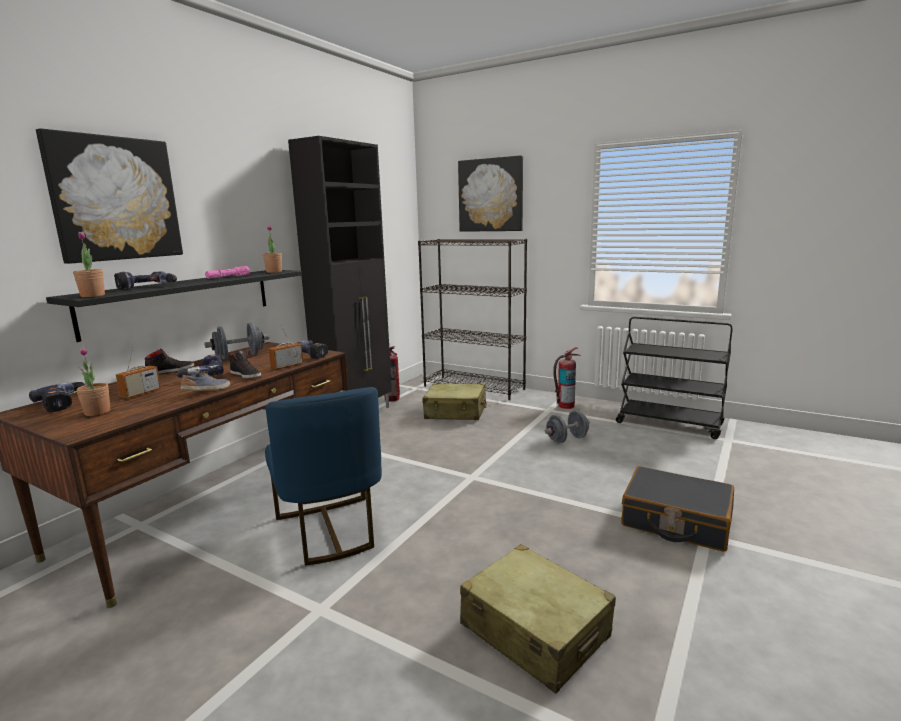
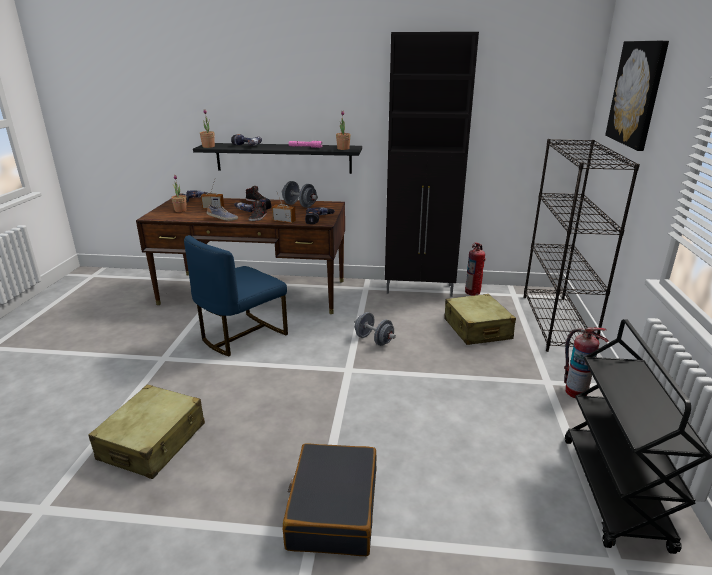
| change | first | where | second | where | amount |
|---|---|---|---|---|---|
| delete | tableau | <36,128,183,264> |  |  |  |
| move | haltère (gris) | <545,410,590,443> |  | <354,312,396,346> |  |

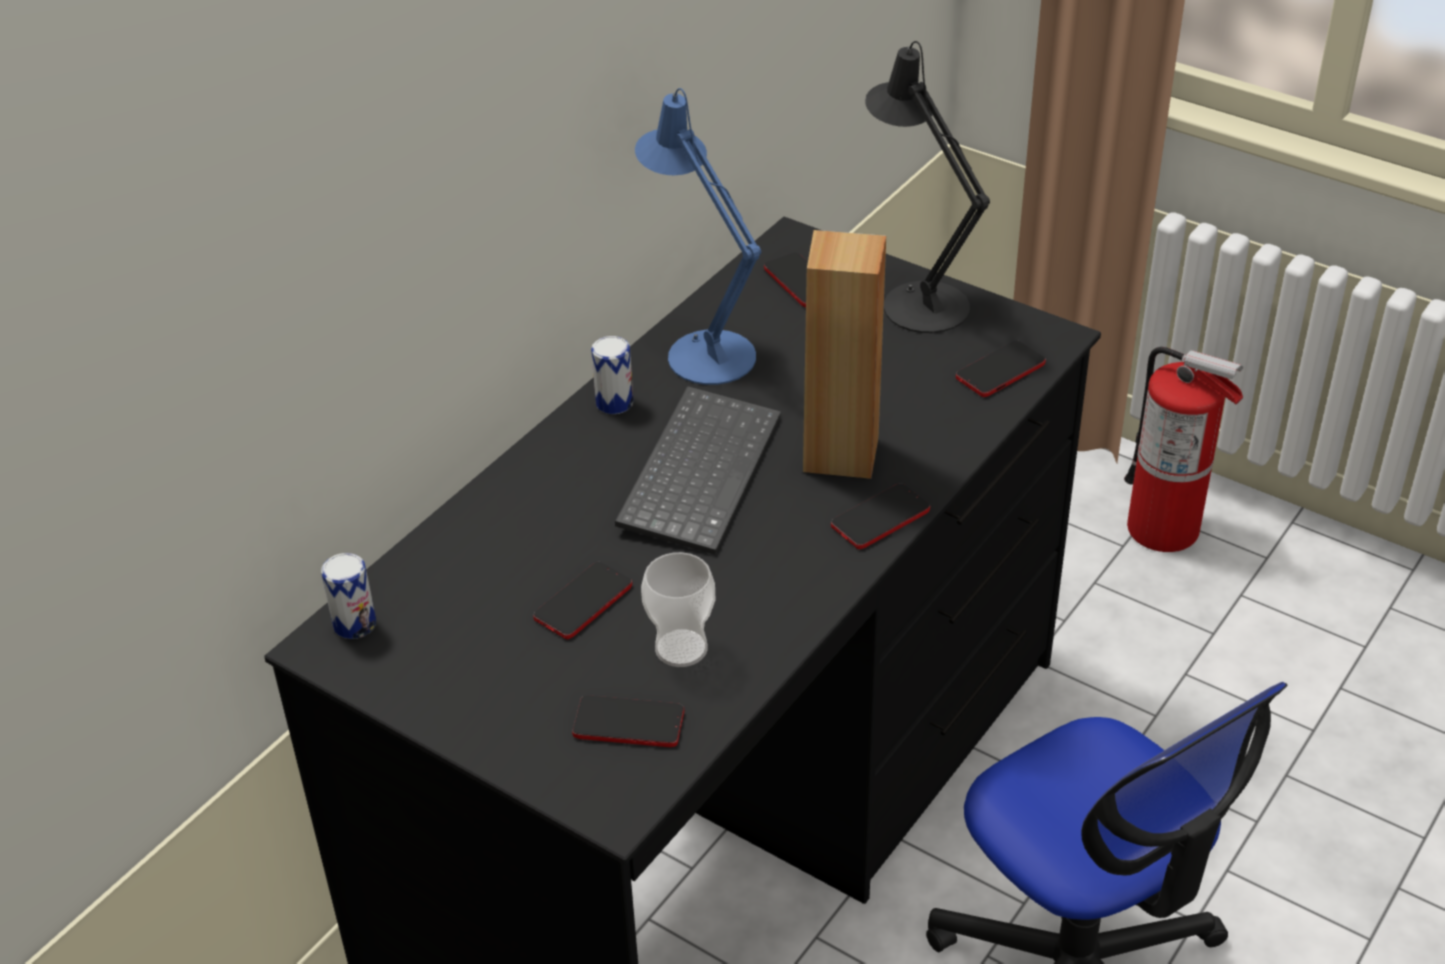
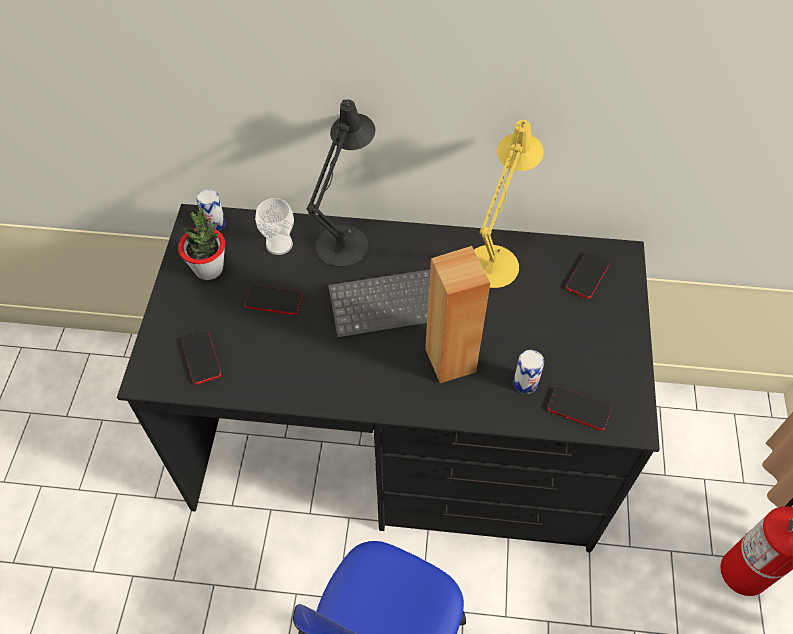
| change | first | where | second | where | amount |
|---|---|---|---|---|---|
| move | boîte métallique | <591,336,634,414> |  | <513,350,544,394> |  |
| recolor | lampe de table (bleu) | <635,88,761,385> | lampe de table (jaune) | <474,120,544,288> |  |
| move | tasse | <641,552,715,667> |  | <255,198,294,255> |  |
| delete | téléphone | <831,483,930,549> |  |  |  |
| move | lampe de table (noir) | <865,41,990,333> |  | <307,99,375,267> |  |
| insert |  |  | plante en pot | <178,207,225,280> |  |

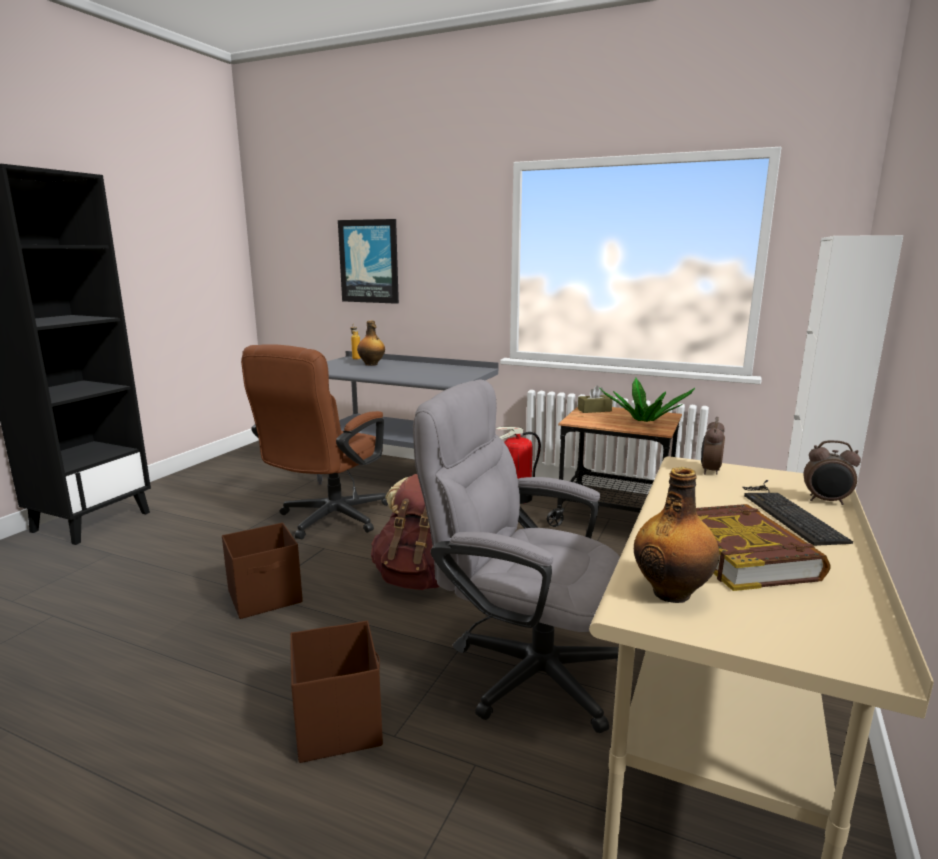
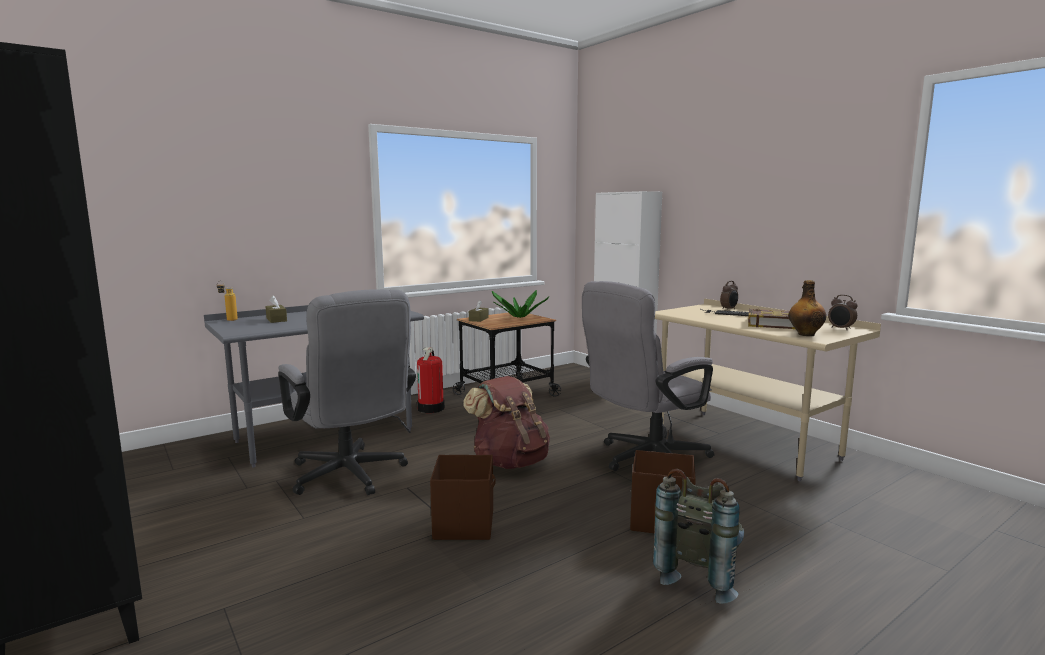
| change | first | where | second | where | amount |
|---|---|---|---|---|---|
| recolor | chaise de bureau (marron) | <241,344,388,539> | chaise de bureau (gris) | <278,289,416,495> |  |
| delete | tableau | <338,219,399,304> |  |  |  |
| replace | bouteille | <357,321,385,366> | boîte à mouchoirs (marron) | <265,295,287,323> |  |
| move | réveil | <701,417,725,475> |  | <828,295,858,330> |  |
| insert |  |  | sac à dos (gris) | <653,469,744,604> |  |

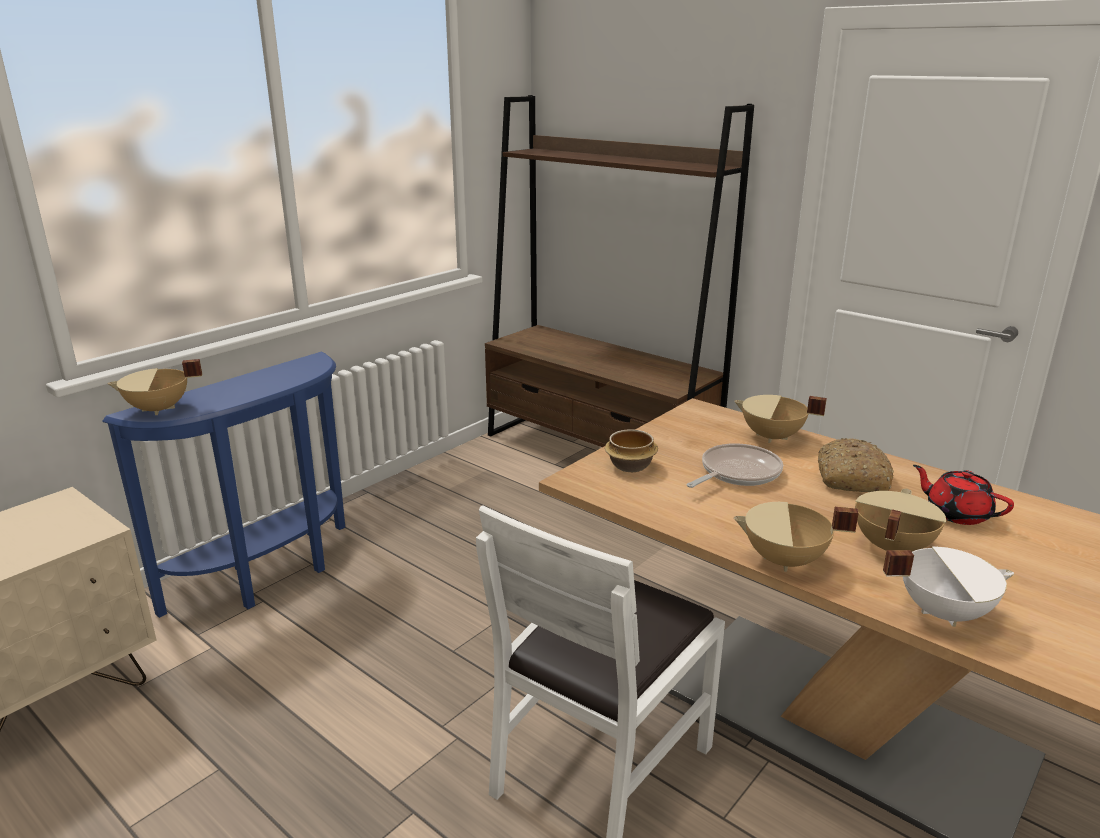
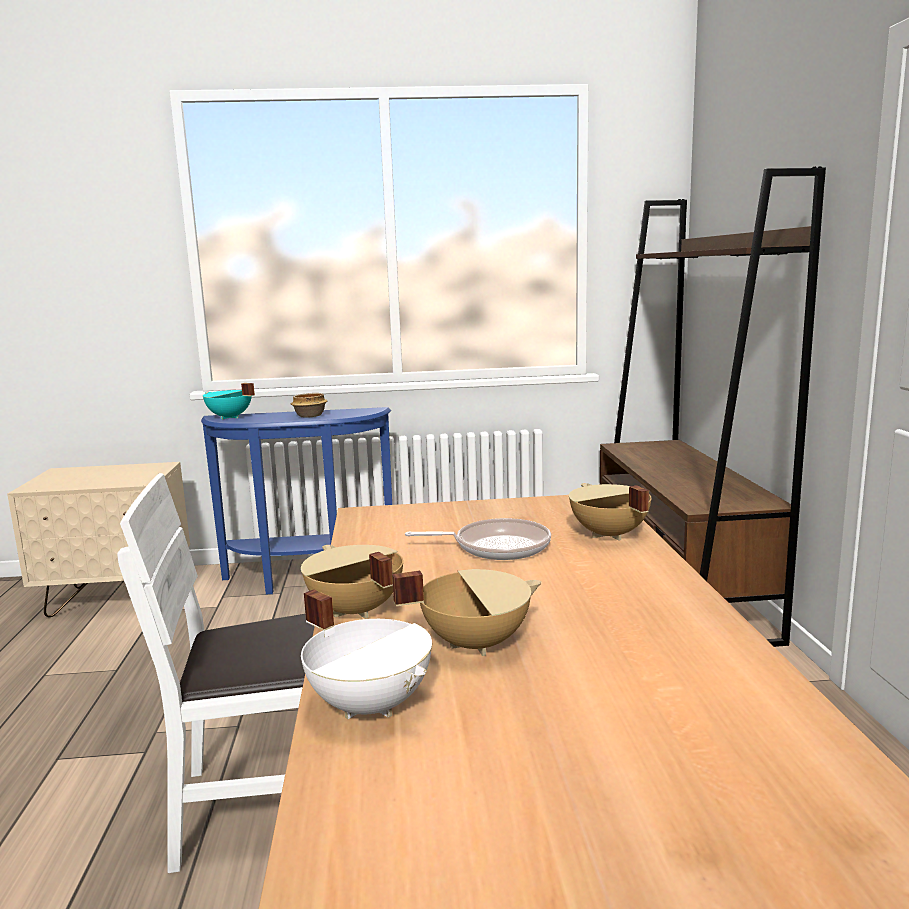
| change | first | where | second | where | amount |
|---|---|---|---|---|---|
| recolor | marmite (beige) | <107,359,202,415> | marmite (turquoise) | <203,383,255,420> |  |
| move | bol | <605,429,658,472> |  | <291,393,327,418> |  |
| delete | pain | <818,438,894,492> |  |  |  |
| delete | théière (rouge) | <913,465,1014,525> |  |  |  |

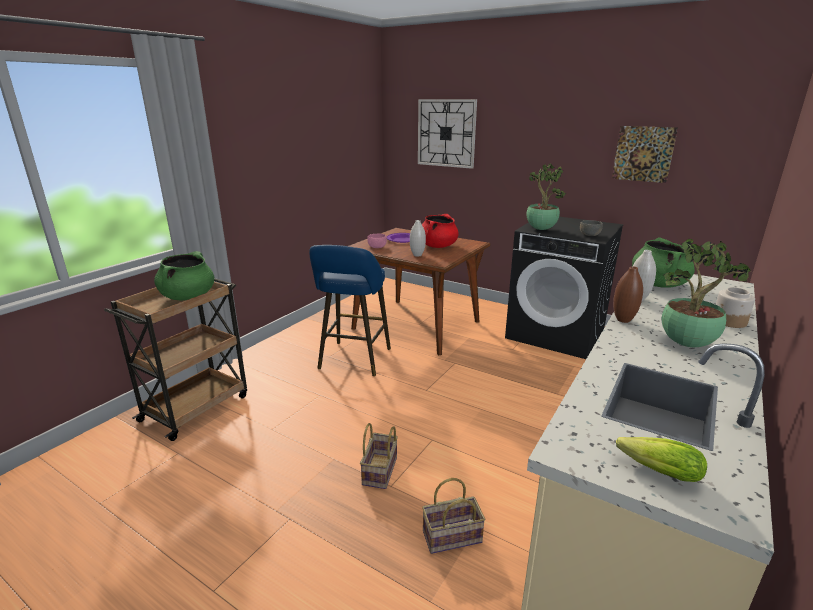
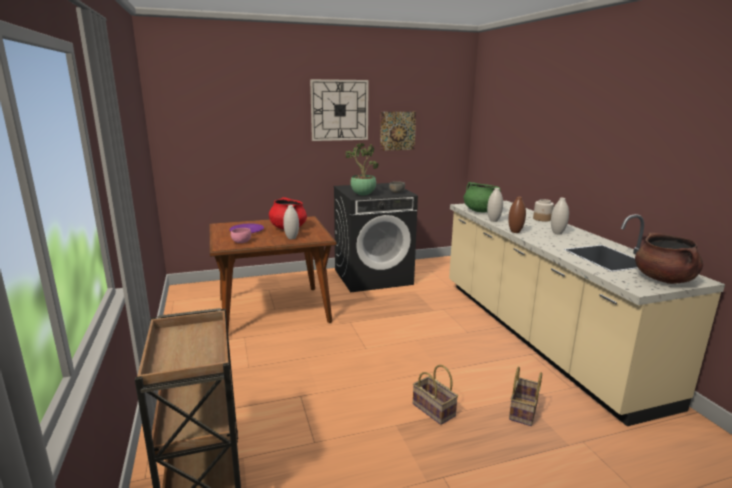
| change | first | where | second | where | amount |
|---|---|---|---|---|---|
| delete | marmite (vert) | <154,251,215,300> |  |  |  |
| delete | tabouret (bleu) | <309,245,391,376> |  |  |  |
| move | horloge murale | <418,99,477,169> |  | <310,79,369,141> |  |
| replace | laitue | <616,437,707,482> | marmite (marron) | <635,233,703,284> |  |
| replace | plante en pot | <661,239,751,347> | vase (blanc) | <551,198,569,234> |  |

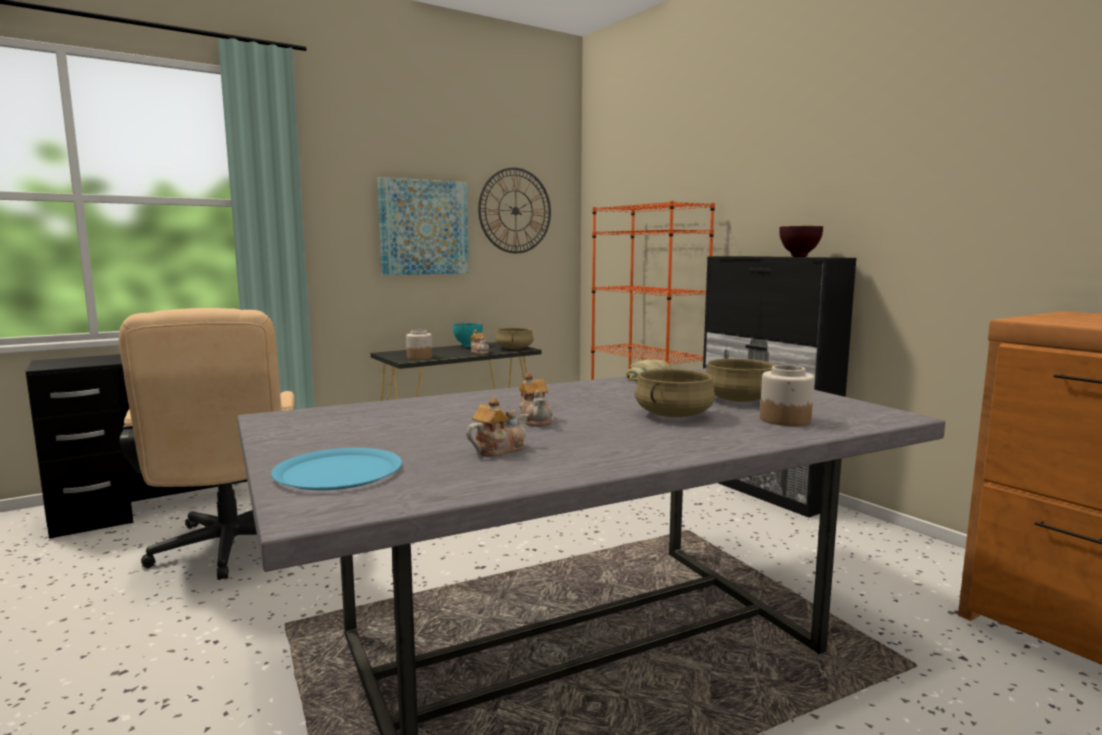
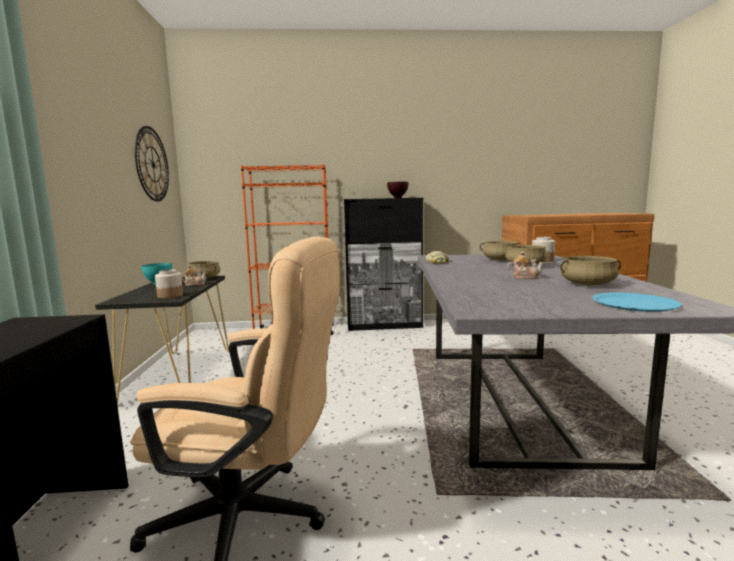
| change | first | where | second | where | amount |
|---|---|---|---|---|---|
| delete | tableau | <378,177,469,275> |  |  |  |
| replace | théière | <466,397,529,457> | marmite (beige) | <560,256,621,285> |  |

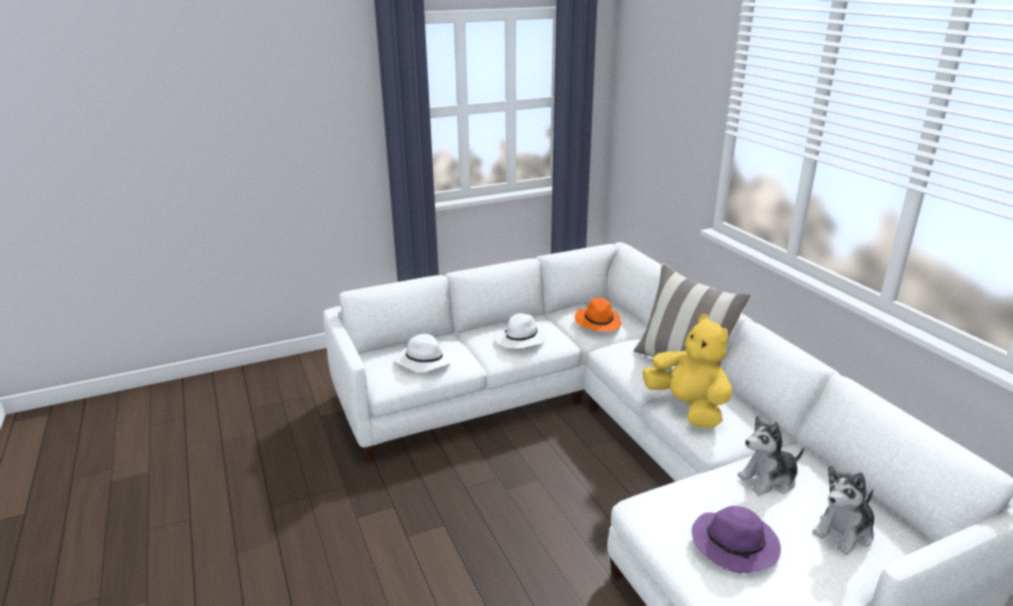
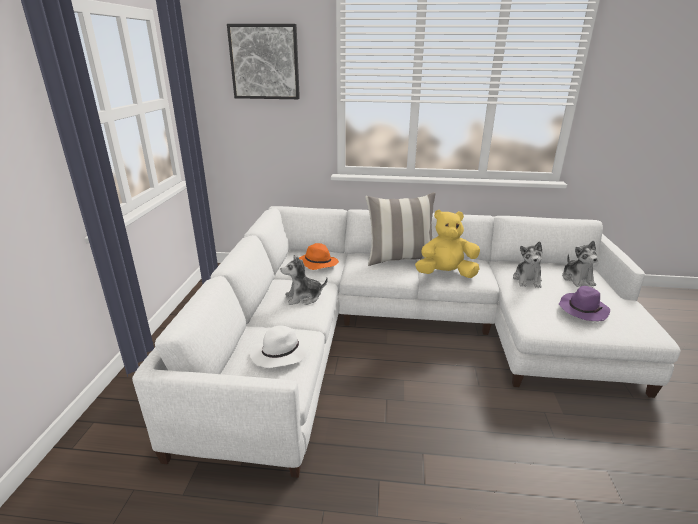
| change | first | where | second | where | amount |
|---|---|---|---|---|---|
| replace | chapeau (blanc) | <495,313,548,349> | peluche | <280,255,328,305> |  |
| insert |  |  | tableau | <227,24,300,99> |  |

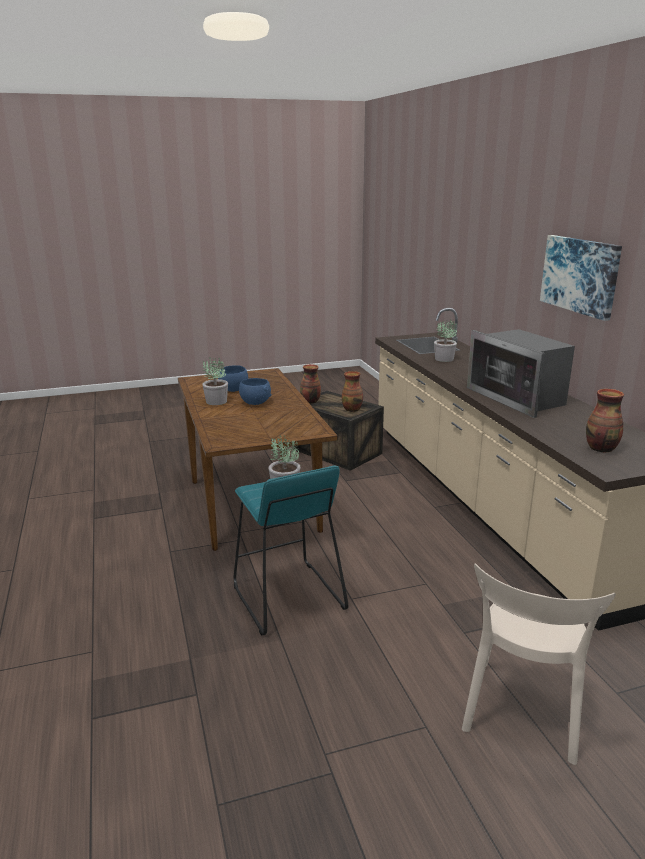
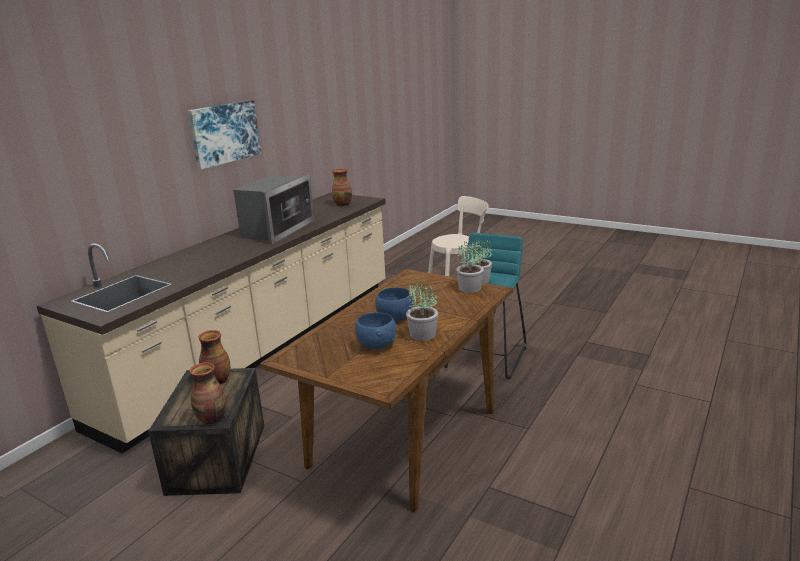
| change | first | where | second | where | amount |
|---|---|---|---|---|---|
| move | plante en pot | <434,319,457,362> |  | <456,240,484,293> |  |

